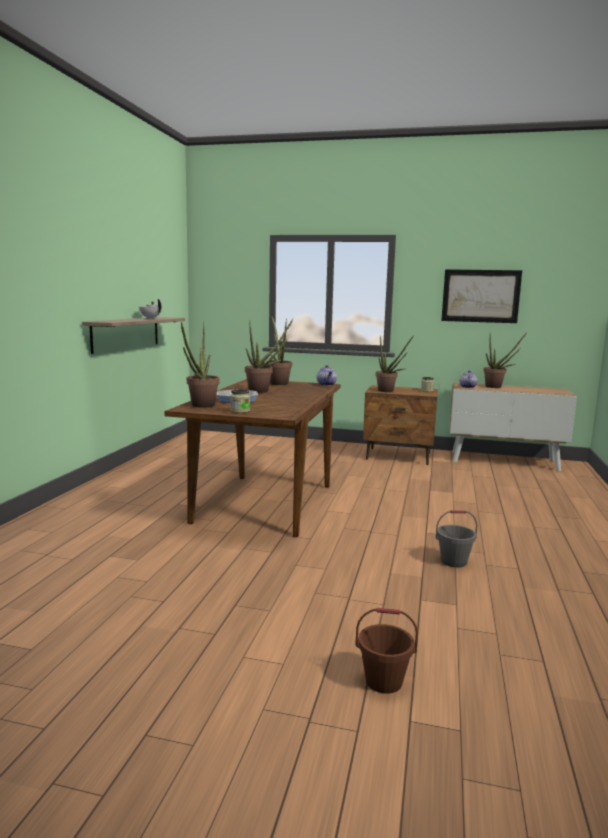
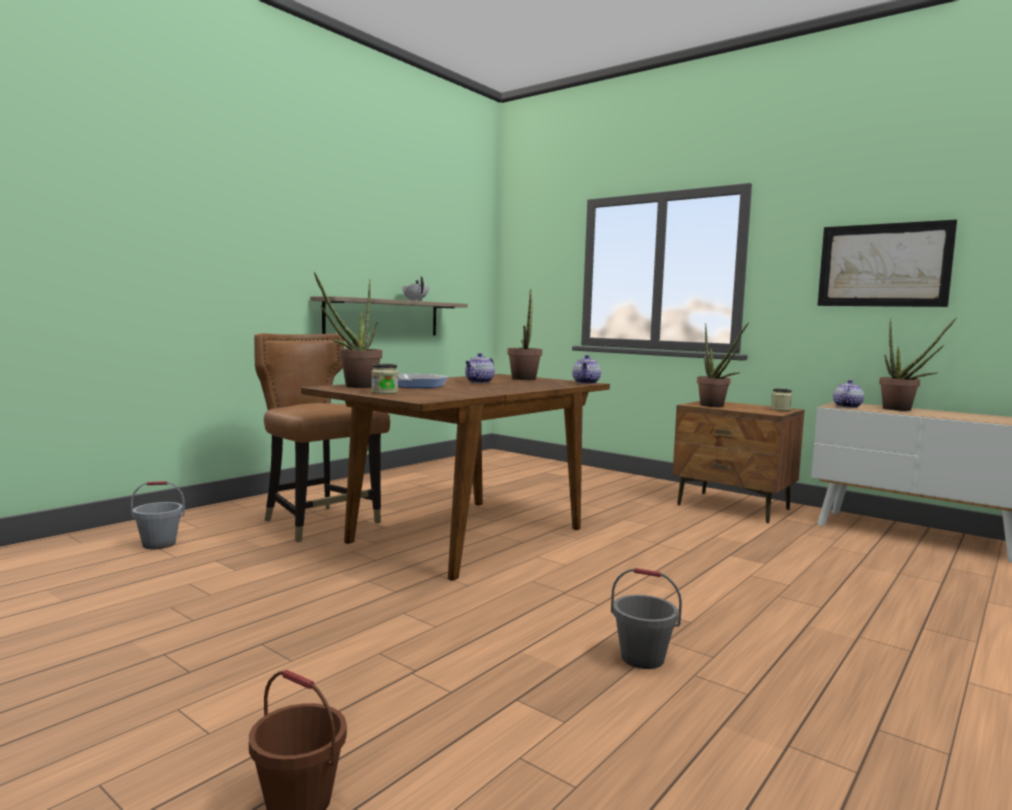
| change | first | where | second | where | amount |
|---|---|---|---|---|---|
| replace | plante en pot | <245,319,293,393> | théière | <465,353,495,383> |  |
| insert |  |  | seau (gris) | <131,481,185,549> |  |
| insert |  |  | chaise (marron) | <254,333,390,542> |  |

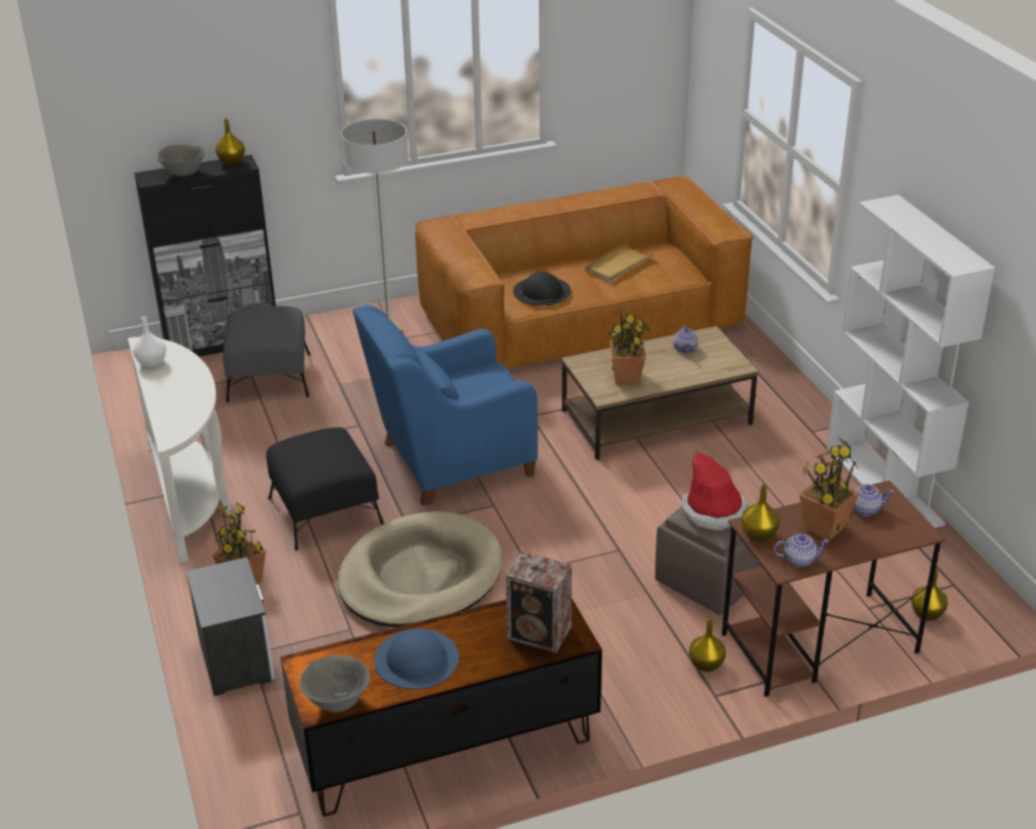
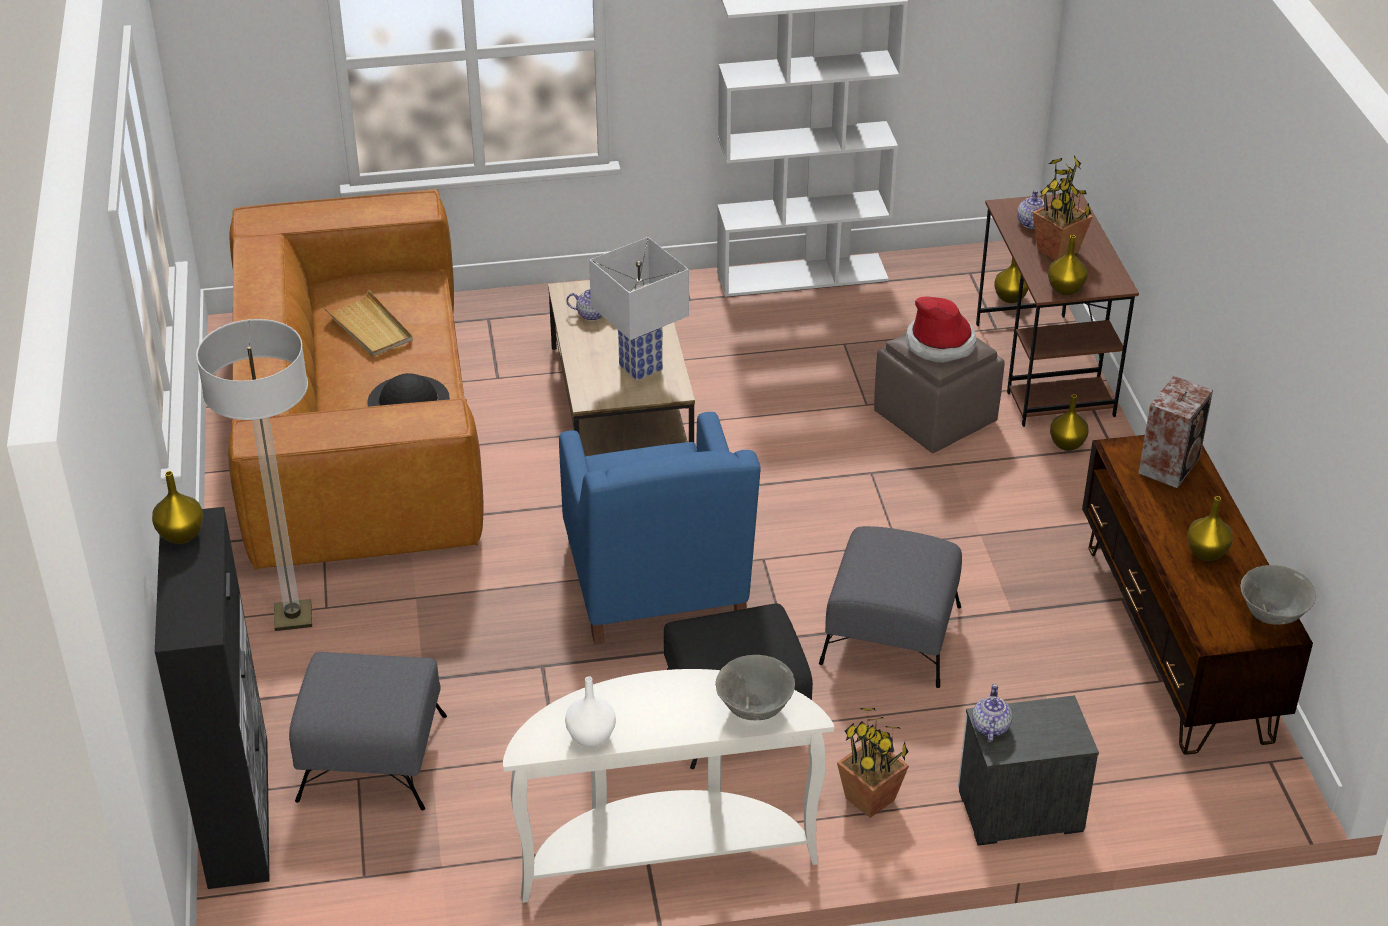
| change | first | where | second | where | amount |
|---|---|---|---|---|---|
| move | bol (gris) | <157,144,205,176> |  | <715,655,795,720> |  |
| replace | panier pour chien (beige) | <337,511,502,627> | pouf (gris) | <819,526,962,688> |  |
| replace | chapeau (bleu) | <374,629,459,689> | vase (jaune) | <1187,496,1233,561> |  |
| replace | plante en pot | <609,307,650,385> | lampe de table (blanc) | <589,237,689,380> |  |
| move | théière | <774,534,829,567> |  | <972,684,1012,741> |  |

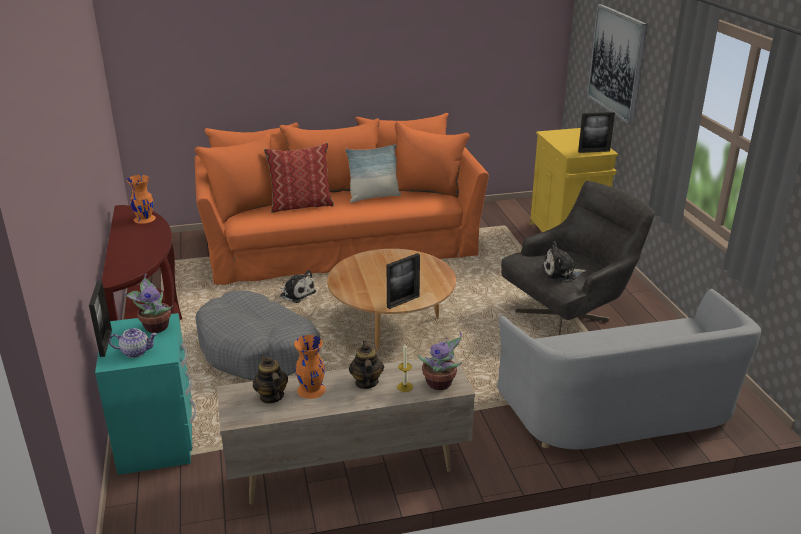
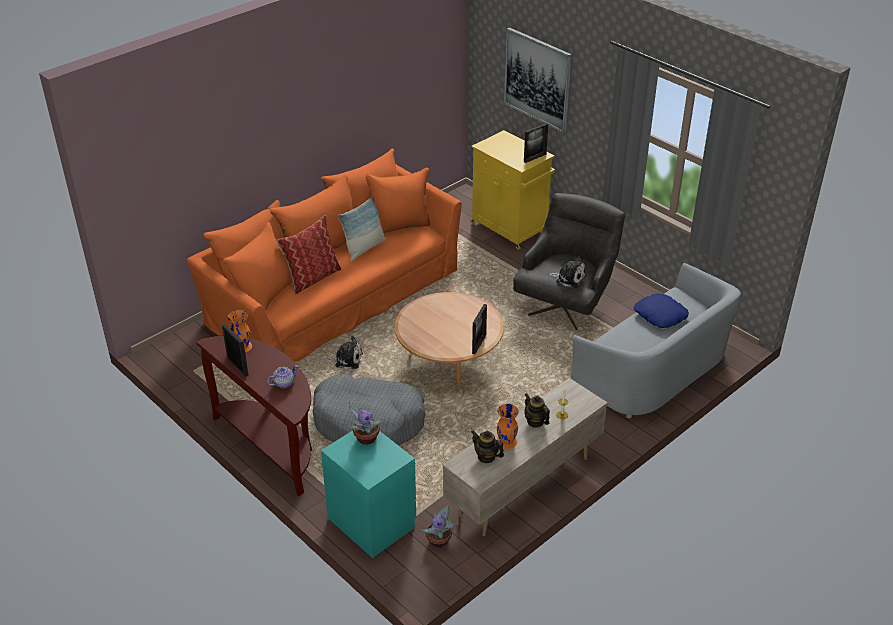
| change | first | where | second | where | amount |
|---|---|---|---|---|---|
| move | cadre photo | <89,281,112,357> |  | <222,324,248,377> |  |
| move | théière | <109,328,157,358> |  | <267,365,298,388> |  |
| move | plante en pot | <417,332,462,390> |  | <422,502,455,548> |  |
| rotate | peluche | <542,241,587,281> |  | <549,256,586,288> | 120 degrees counterclockwise |
| insert |  |  | coussin (bleu) | <634,293,689,328> |  |

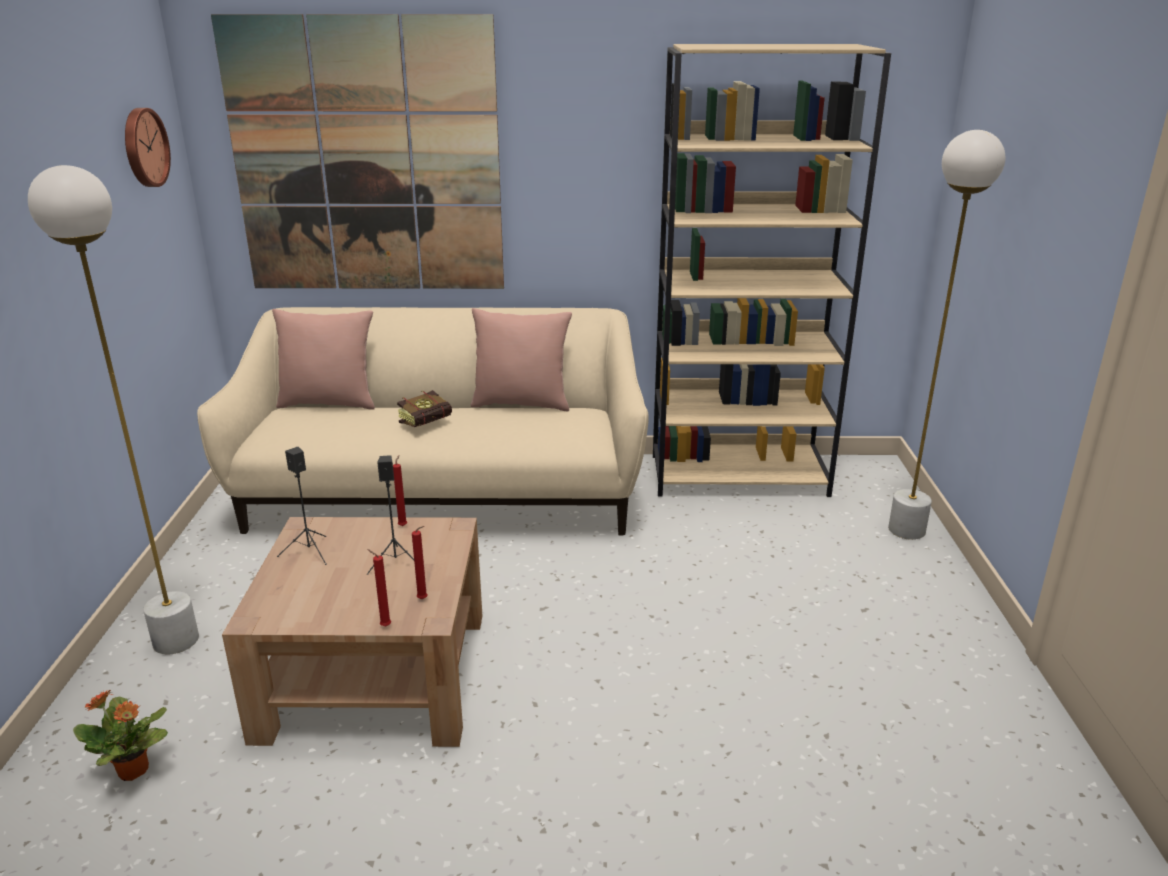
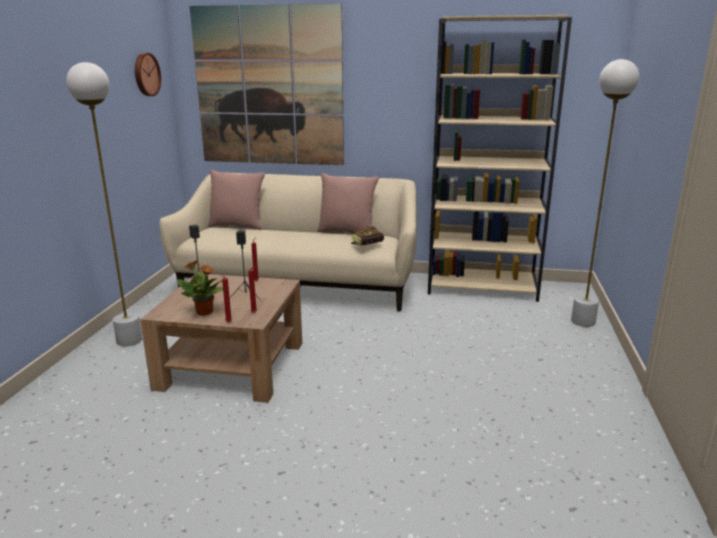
| change | first | where | second | where | amount |
|---|---|---|---|---|---|
| move | plante en pot | <73,690,168,781> |  | <177,260,223,316> |  |
| move | livre | <397,390,452,427> |  | <351,226,384,246> |  |

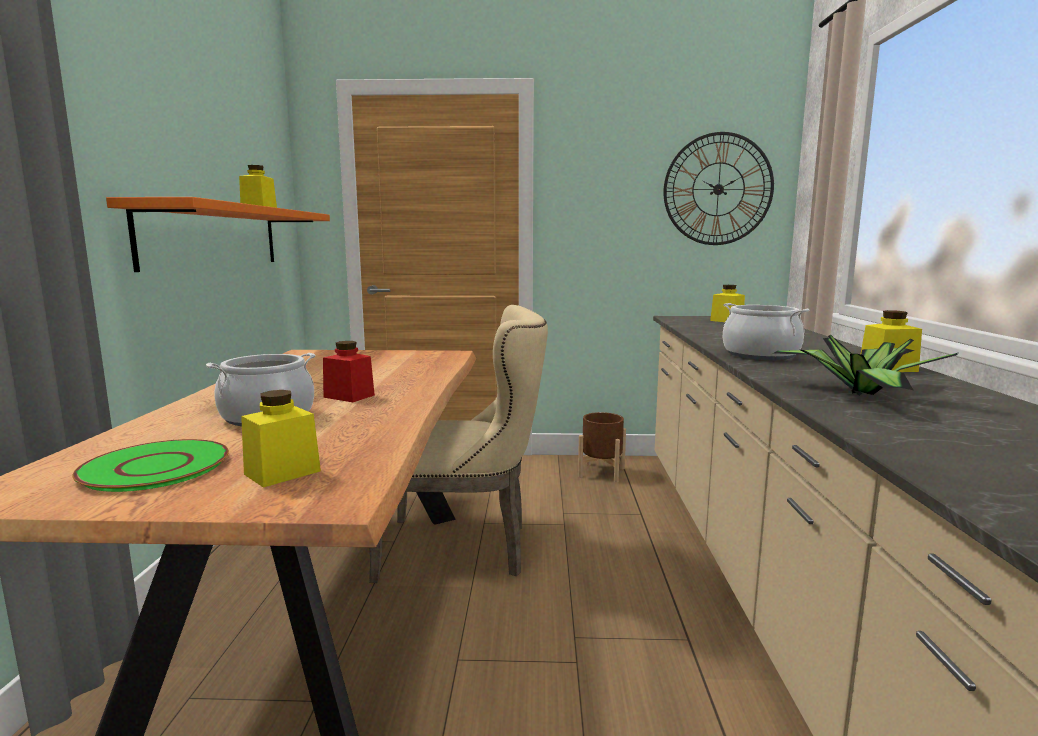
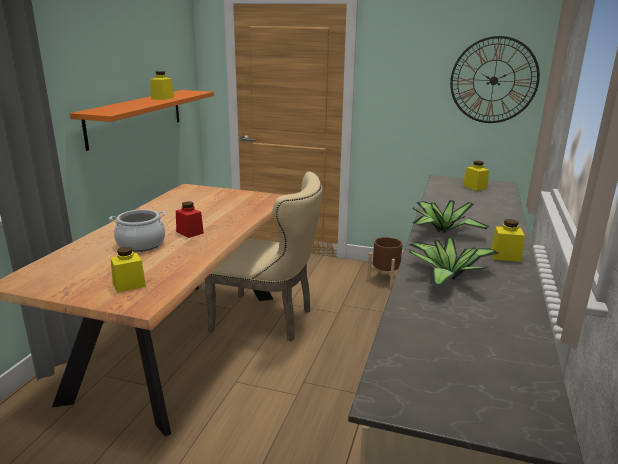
| change | first | where | second | where | amount |
|---|---|---|---|---|---|
| delete | assiette (vert) | <72,439,229,492> |  |  |  |
| replace | marmite | <723,303,809,360> | plante en pot | <413,200,489,233> |  |

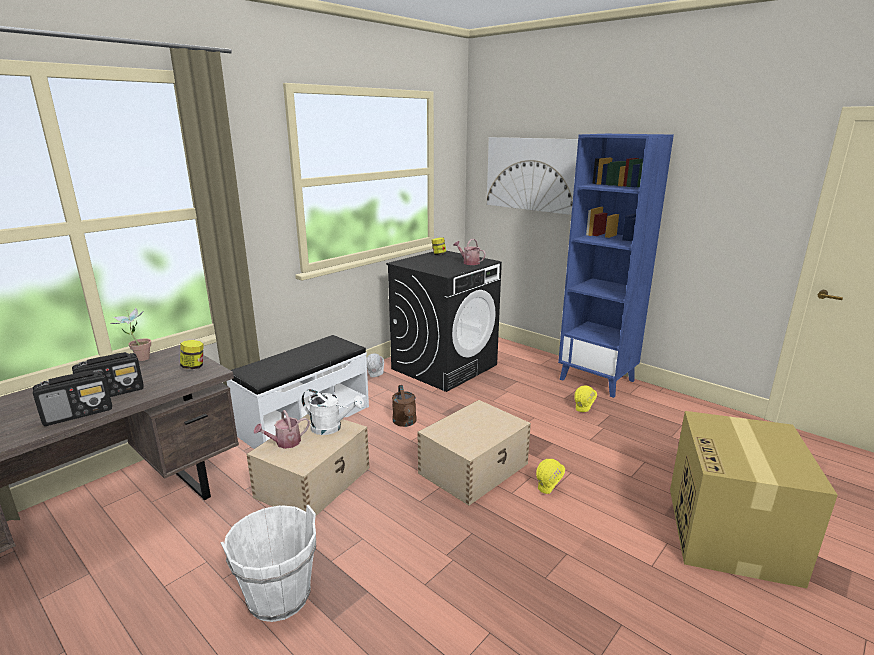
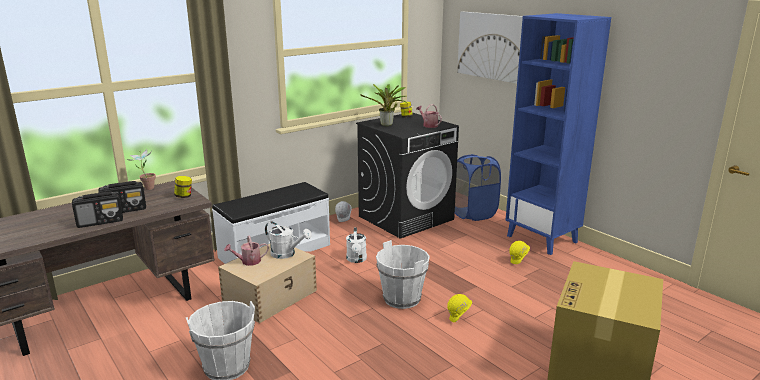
| change | first | where | second | where | amount |
|---|---|---|---|---|---|
| recolor | arrosoir (marron) | <392,385,417,427> | arrosoir (blanc) | <346,227,367,263> |  |
| replace | boîte de rangement (beige) | <417,400,531,505> | seau (blanc) | <376,240,430,309> |  |
| insert |  |  | plante en pot | <361,84,408,126> |  |
| insert |  |  | panier à linge (bleu) | <455,154,501,221> |  |

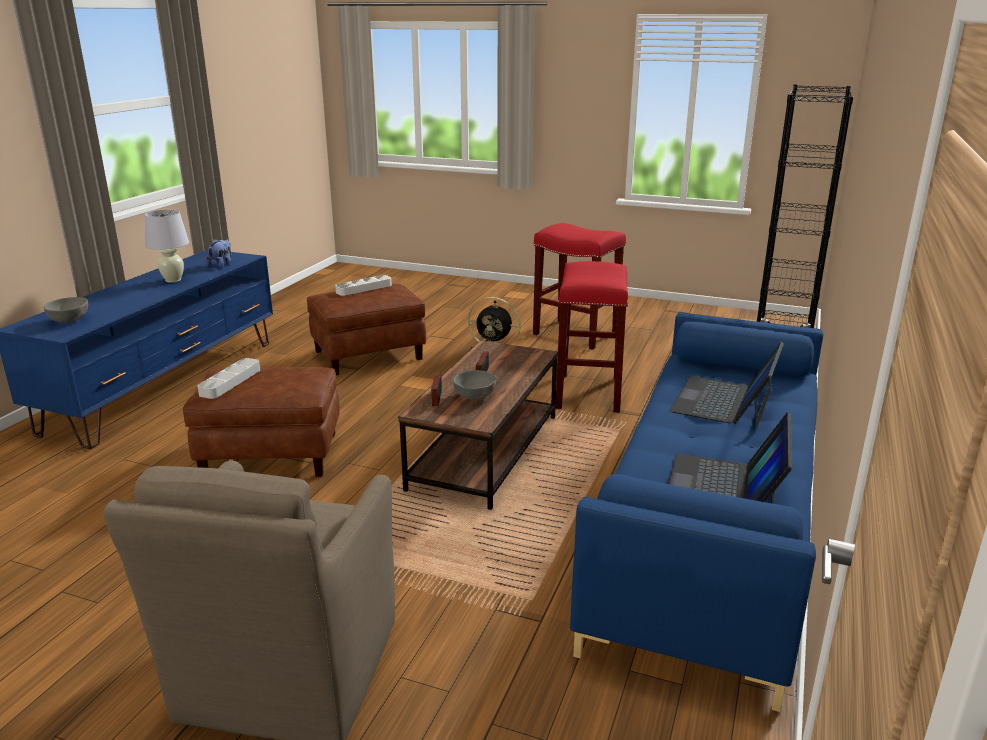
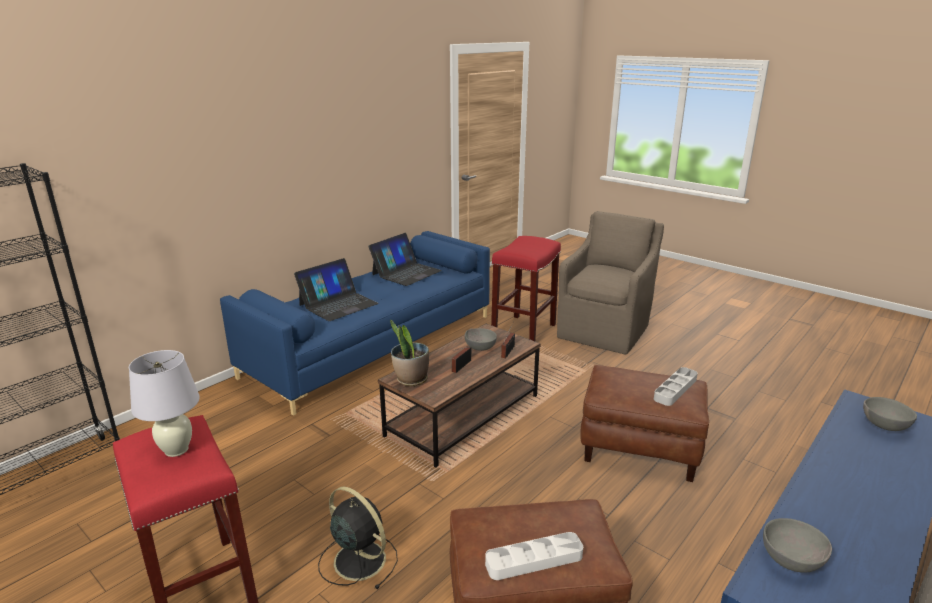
| change | first | where | second | where | amount |
|---|---|---|---|---|---|
| move | lampe de table (blanc) | <145,210,189,283> |  | <129,350,200,457> |  |
| replace | peluche | <206,239,231,268> | bol (gris) | <763,518,832,573> |  |
| move | tabouret (rouge) | <555,261,628,413> |  | <491,236,561,341> |  |
| insert |  |  | plante en pot | <390,319,429,387> |  |

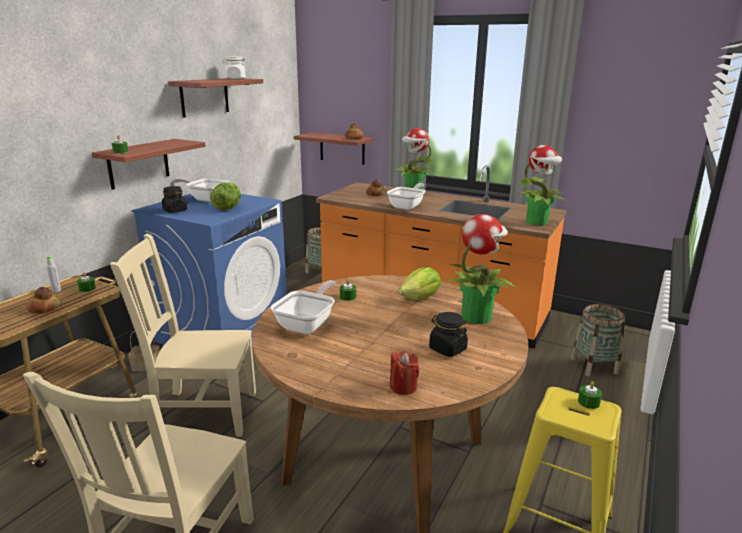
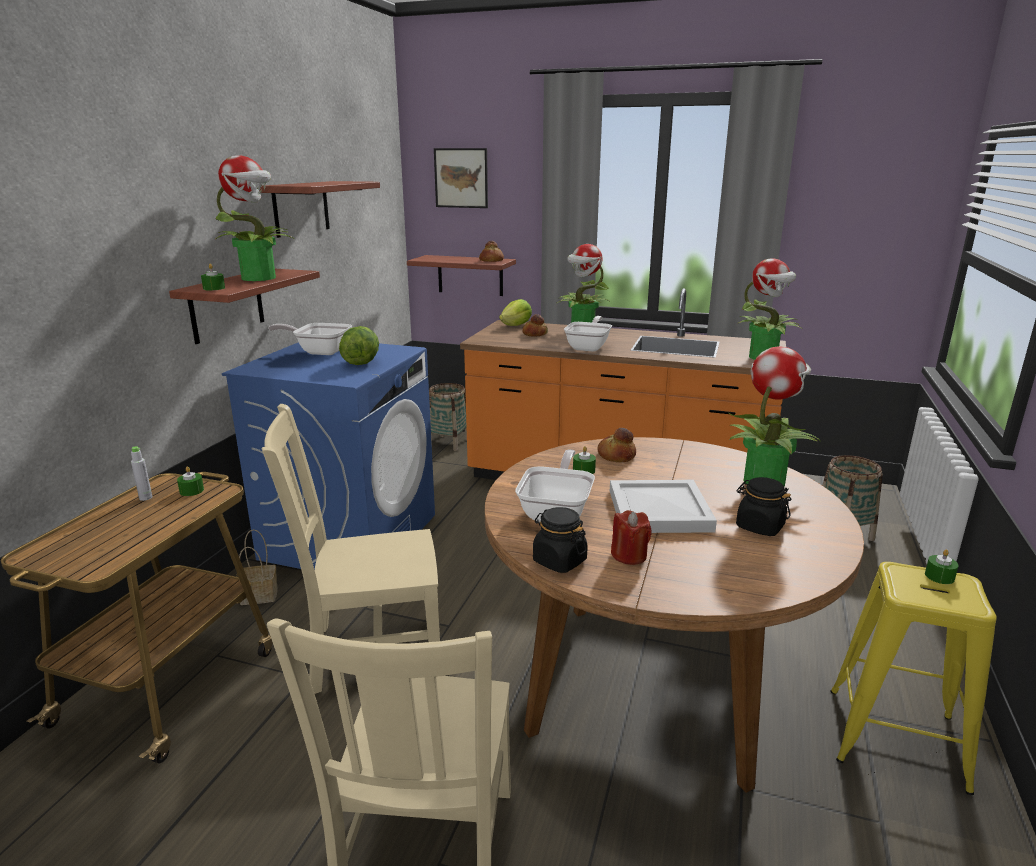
| change | first | where | second | where | amount |
|---|---|---|---|---|---|
| move | pain | <27,287,61,314> |  | <598,428,636,462> |  |
| move | bocal (noir) | <162,186,187,213> |  | <533,507,588,573> |  |
| delete | bocal (blanc) | <222,56,247,79> |  |  |  |
| move | bougie (rouge) | <390,351,419,395> |  | <611,510,652,565> |  |
| move | laitue | <398,267,441,300> |  | <499,299,532,326> |  |
| insert |  |  | plante en pot | <215,155,294,281> |  |
| insert |  |  | tableau | <434,148,488,208> |  |
| insert |  |  | plateau (blanc) | <610,480,717,533> |  |

